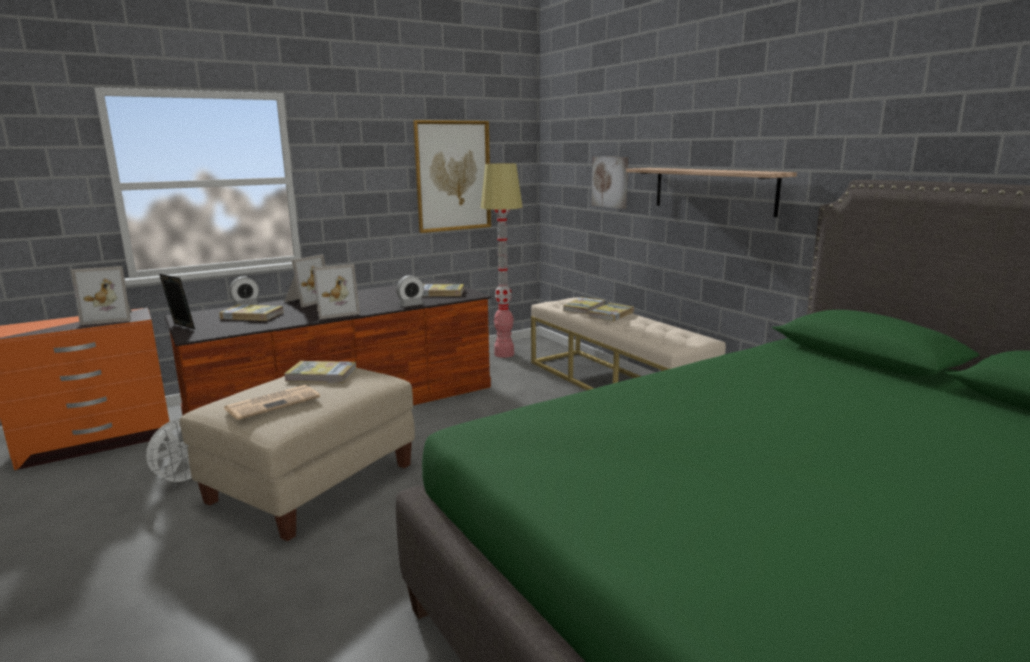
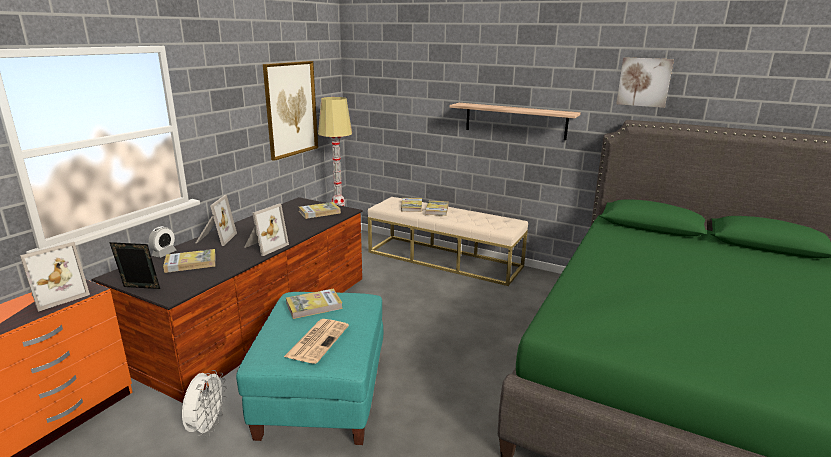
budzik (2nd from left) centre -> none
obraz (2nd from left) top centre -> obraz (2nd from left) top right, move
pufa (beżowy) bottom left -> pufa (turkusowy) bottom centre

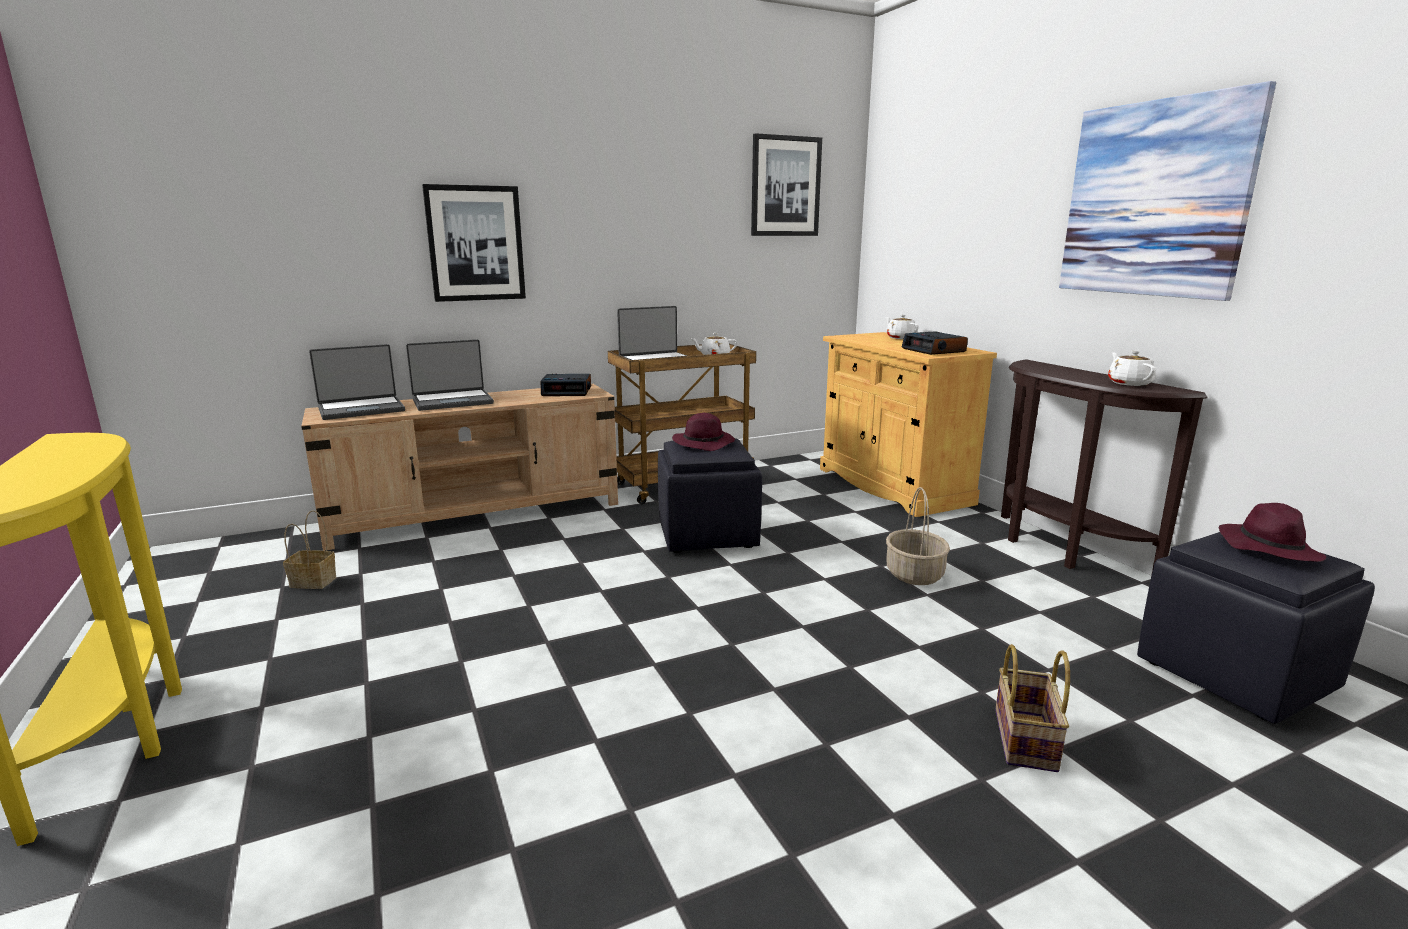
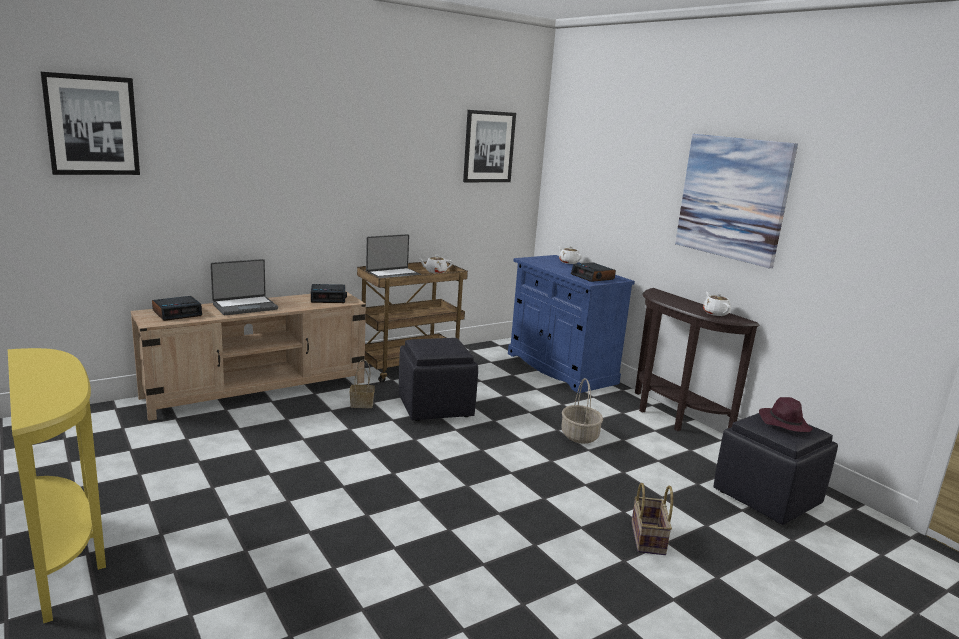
kapelusz (fioletowy) (1st from left) centre -> none
koszyk (1st from left) middle left -> koszyk (1st from left) centre, move
obraz (1st from left) top centre -> obraz (1st from left) top left, move
laptop (1st from left) middle left -> budzik (1st from left) middle left
szafka (beżowy) centre -> szafka (niebieski) centre

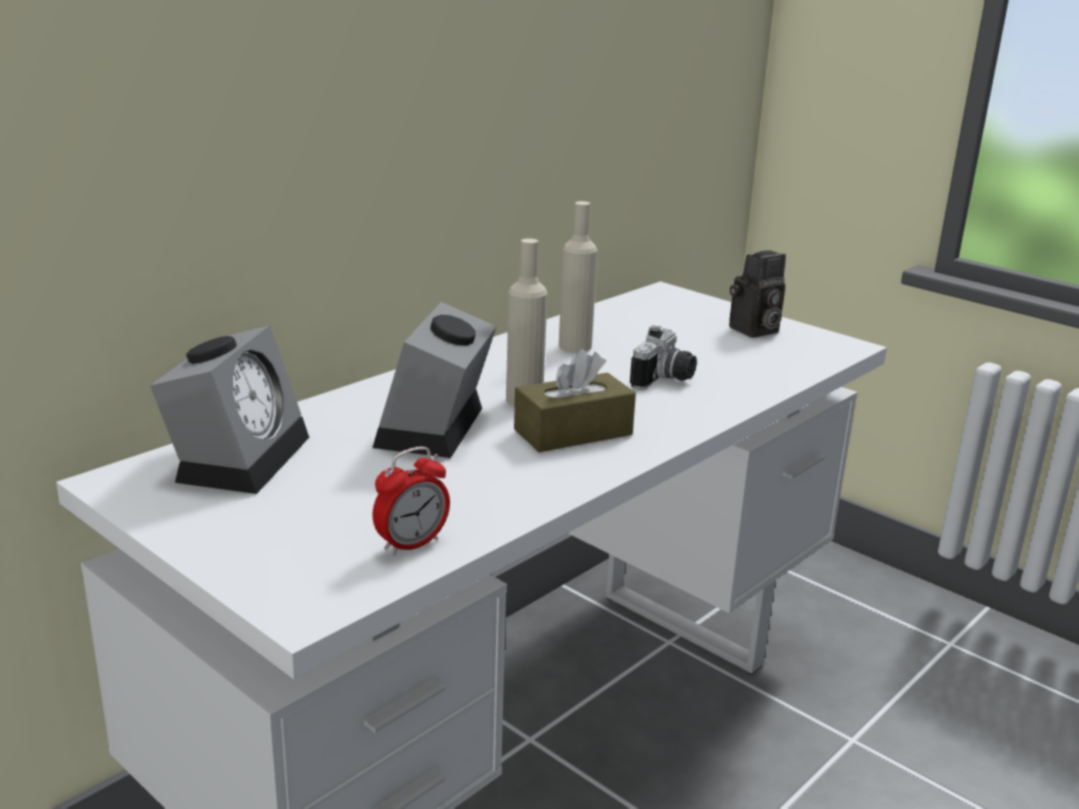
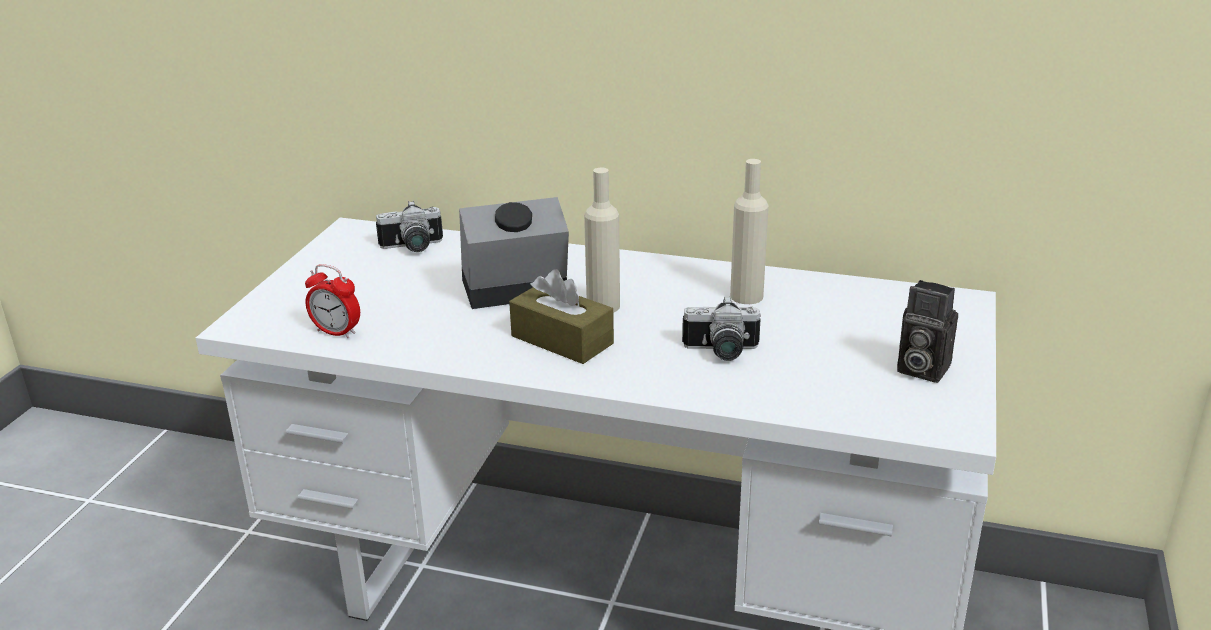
budzik (1st from left) middle left -> aparat fotograficzny (1st from left) centre

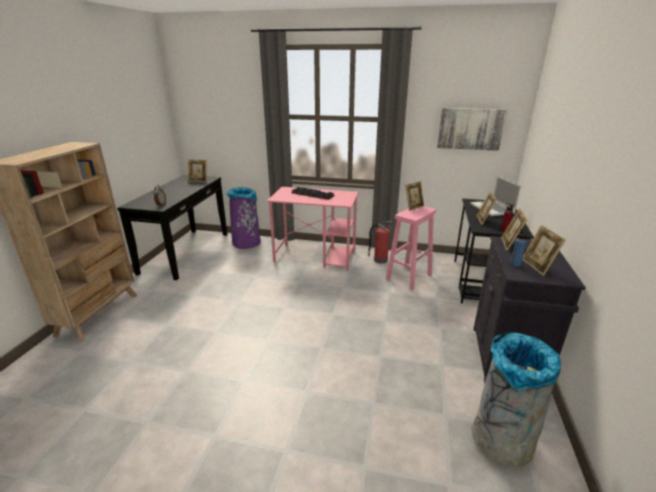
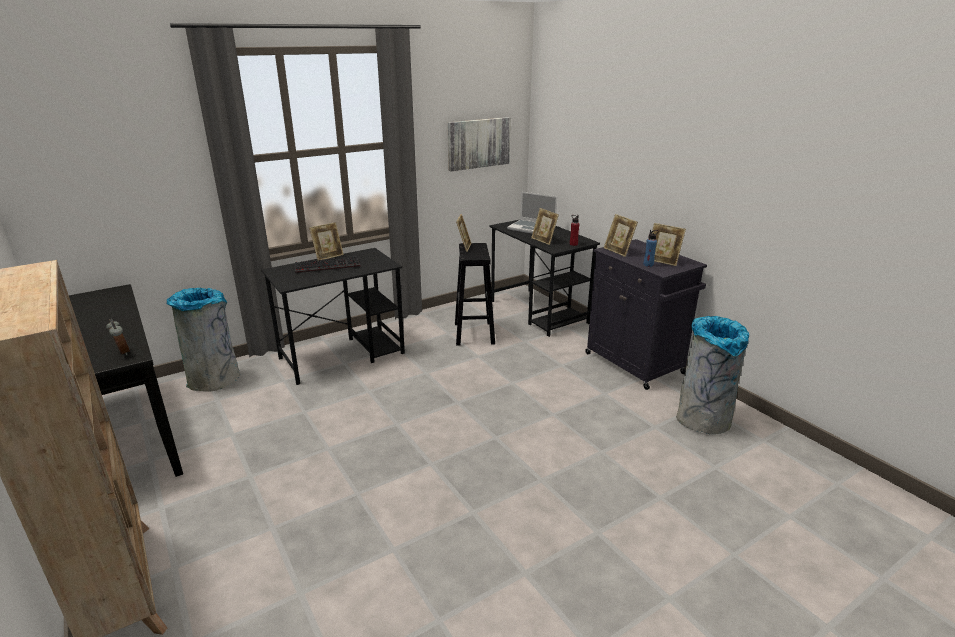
gaśnica centre -> none
ramka na zdjęcie (1st from left) middle left -> ramka na zdjęcie (1st from left) centre, move
kosz na śmieci (fioletowy) centre -> kosz na śmieci (szary) (1st from left) middle left
biurko (różowy) centre -> biurko (czarny) (1st from left) centre
stołek (różowy) centre -> stołek (czarny) centre

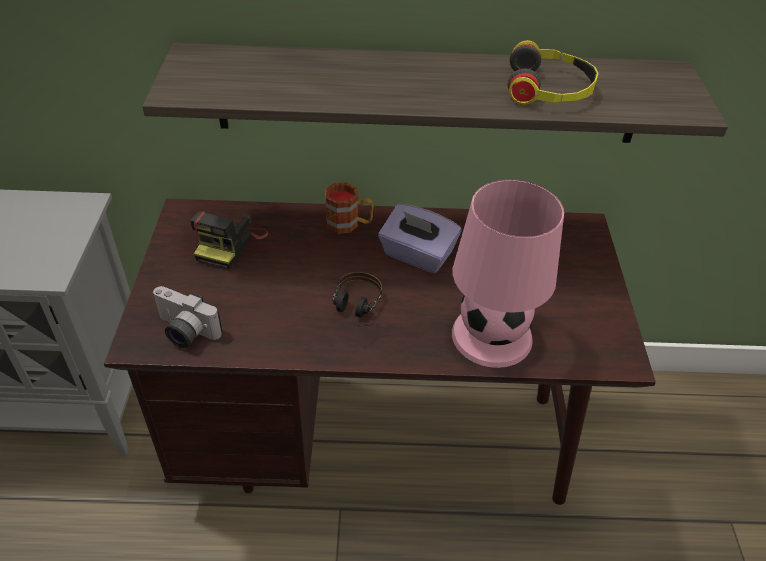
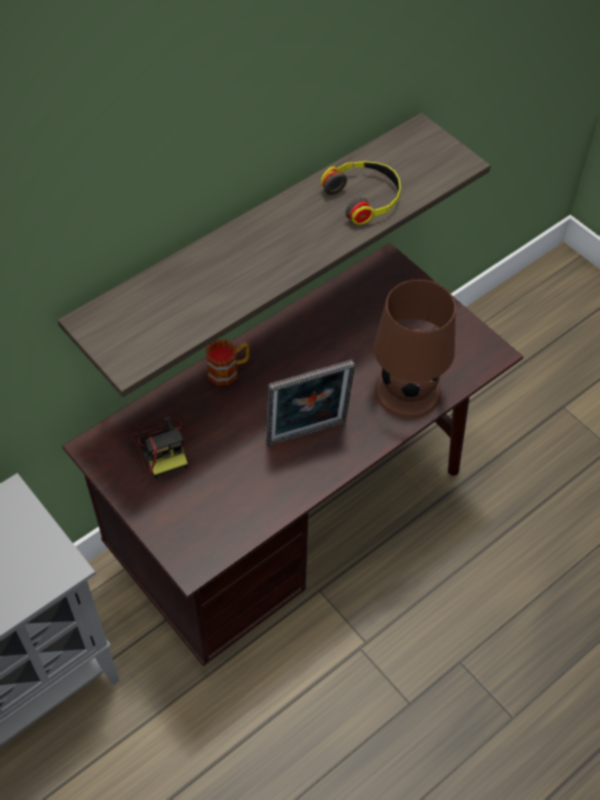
aparat fotograficzny (1st from left) middle left -> none
pudełko chusteczek (fioletowy) centre -> none
słuchawki (1st from left) centre -> ramka na zdjęcie centre
lampa stołowa (różowy) centre -> lampa stołowa (brązowy) middle right

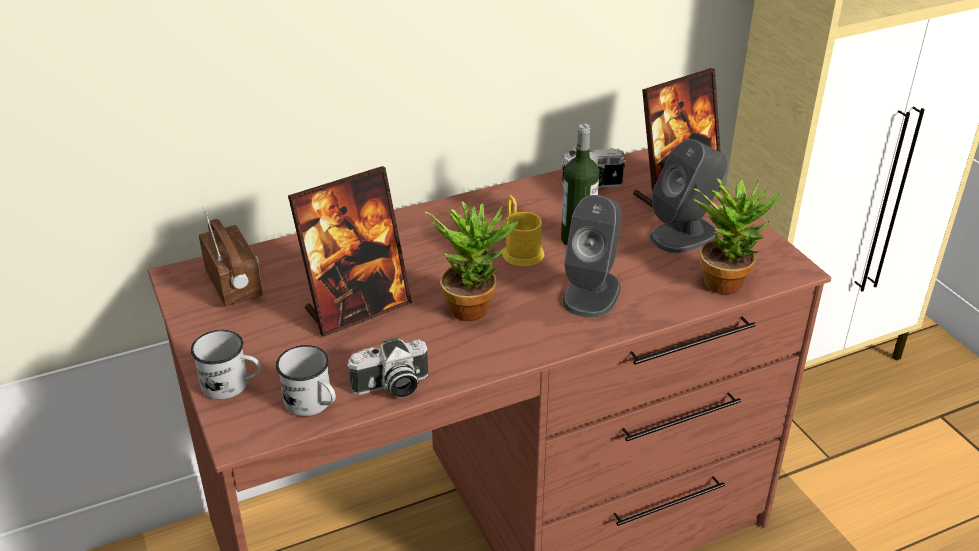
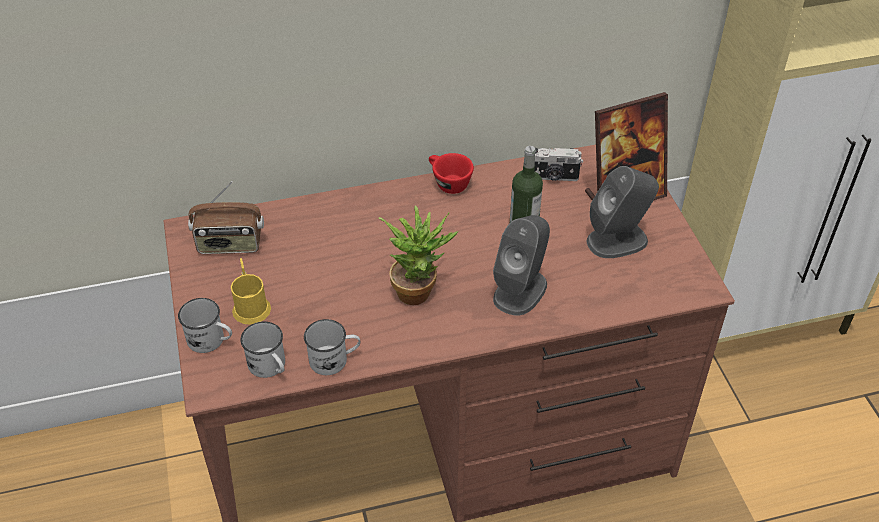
ramka na zdjęcie (1st from left) centre -> none
roślina doniczkowa (2nd from left) middle right -> none
none -> filiżanka (czerwony) top centre
kubek (żółty) centre -> kubek (żółty) middle left, move
aparat fotograficzny (1st from left) centre -> kubek (biały) (3rd from left) centre
radio middle left, 105 degrees clockwise

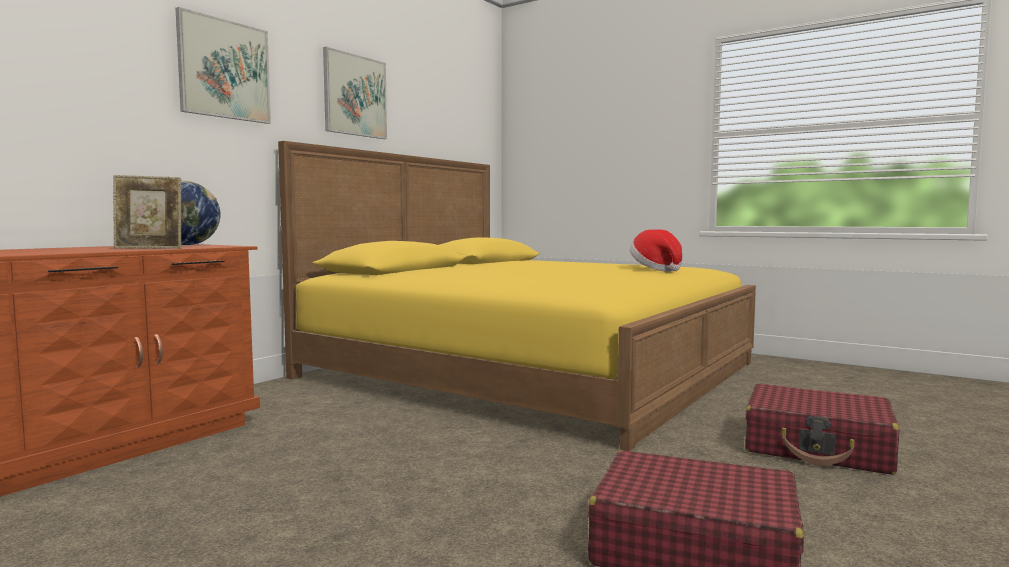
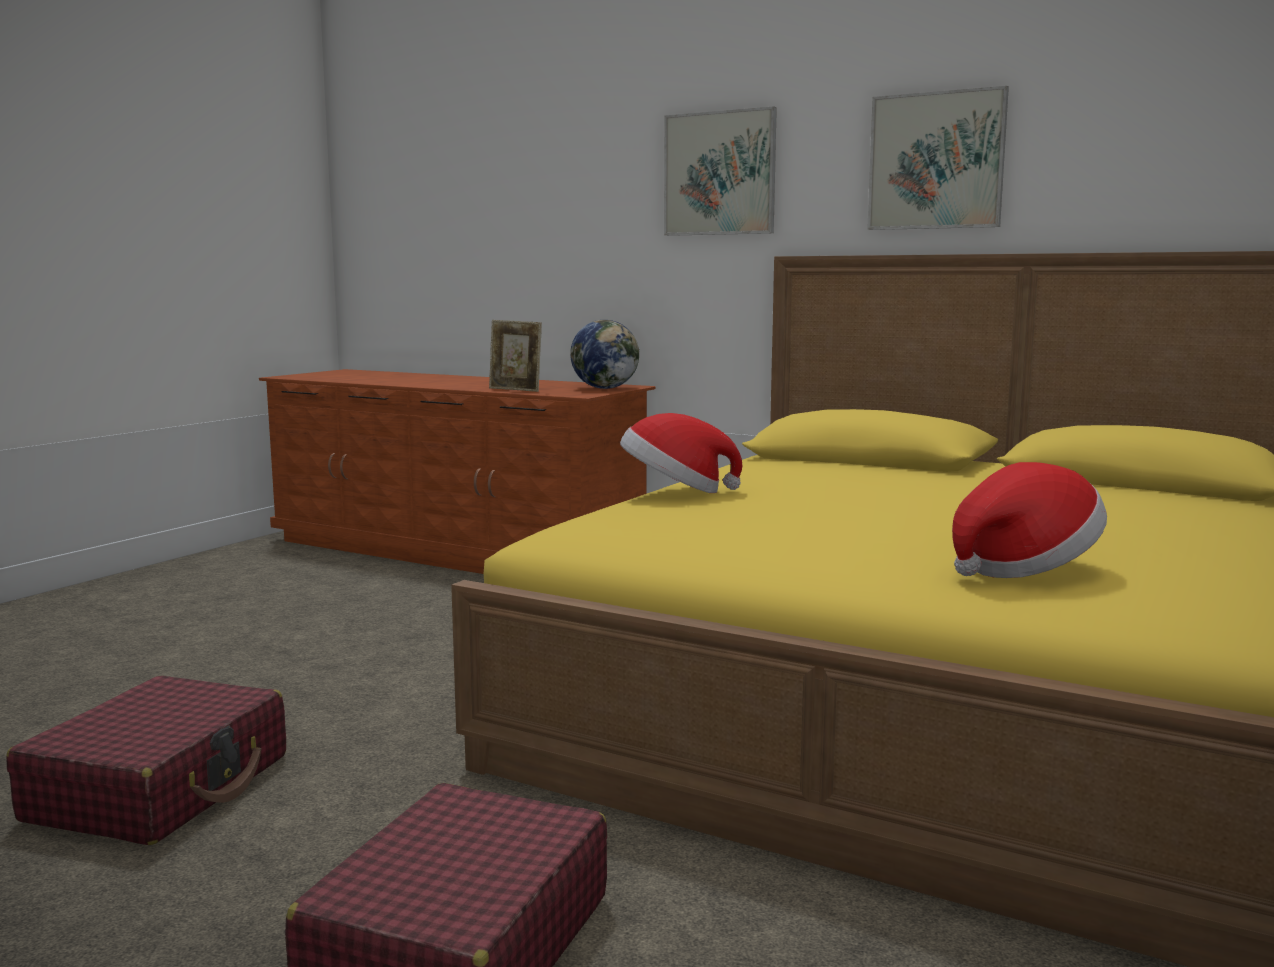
none -> kapelusz (1st from left) centre
ramka na zdjęcie middle left -> ramka na zdjęcie centre, 45 degrees counterclockwise

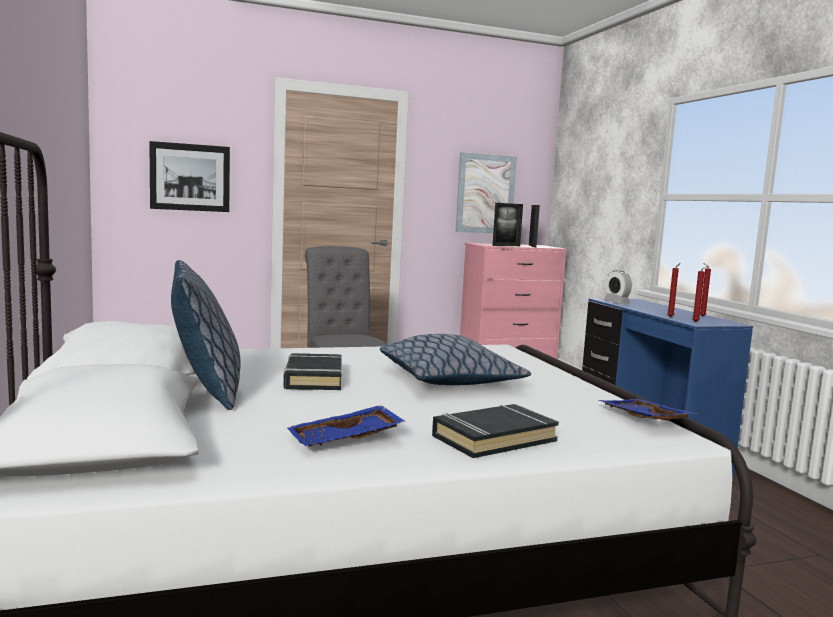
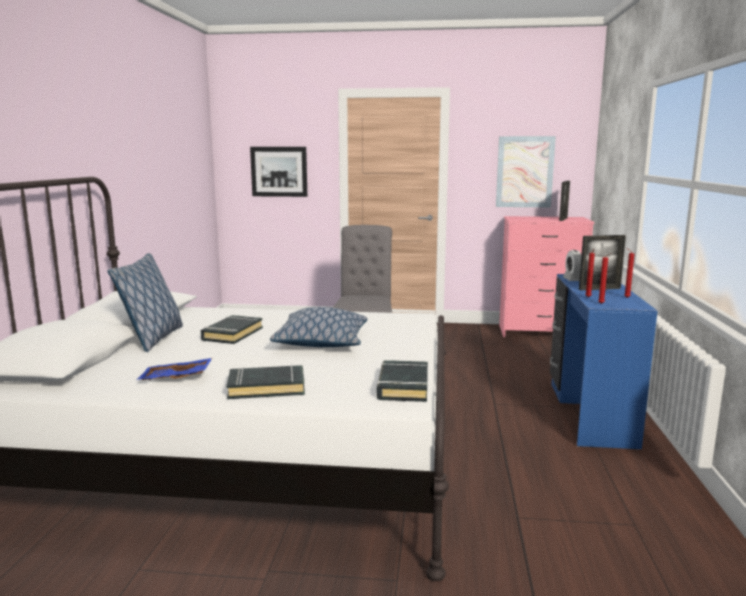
ramka na zdjęcie (1st from left in the first image) centre -> ramka na zdjęcie (2nd from left) middle right, move
taca (niebieski) (2nd from left) middle right -> książka (czarny) (3rd from left) centre

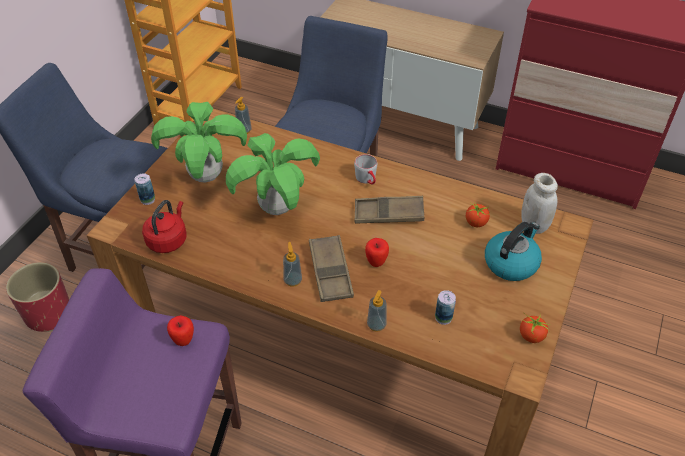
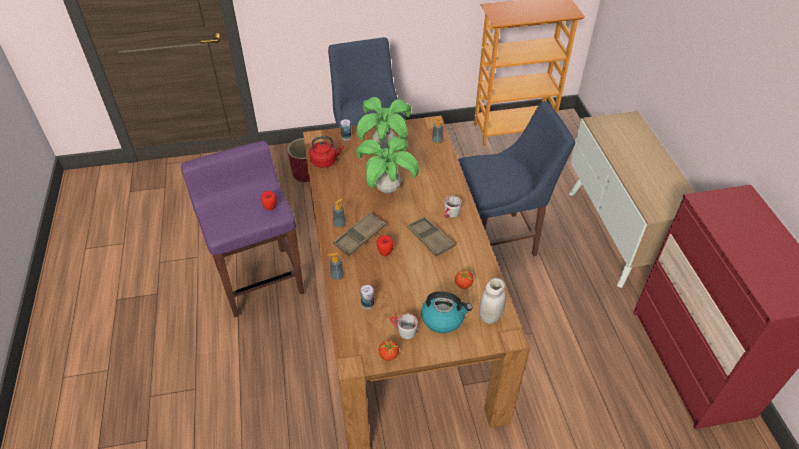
none -> kubek (szary) (1st from left) bottom centre

